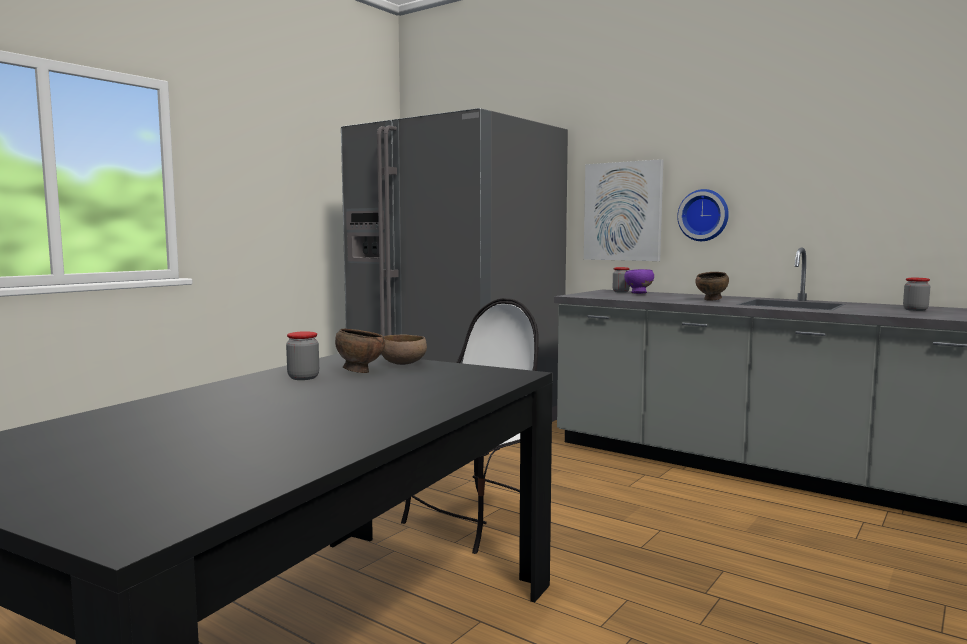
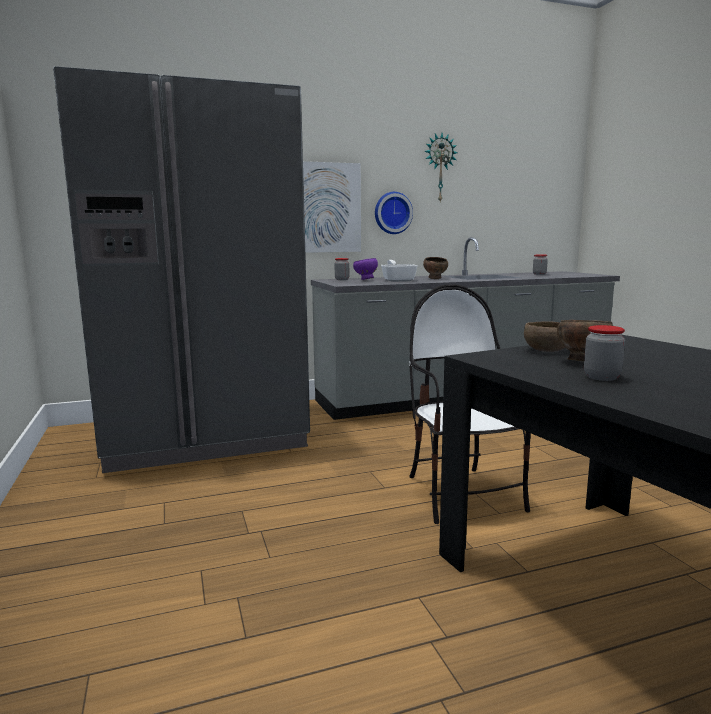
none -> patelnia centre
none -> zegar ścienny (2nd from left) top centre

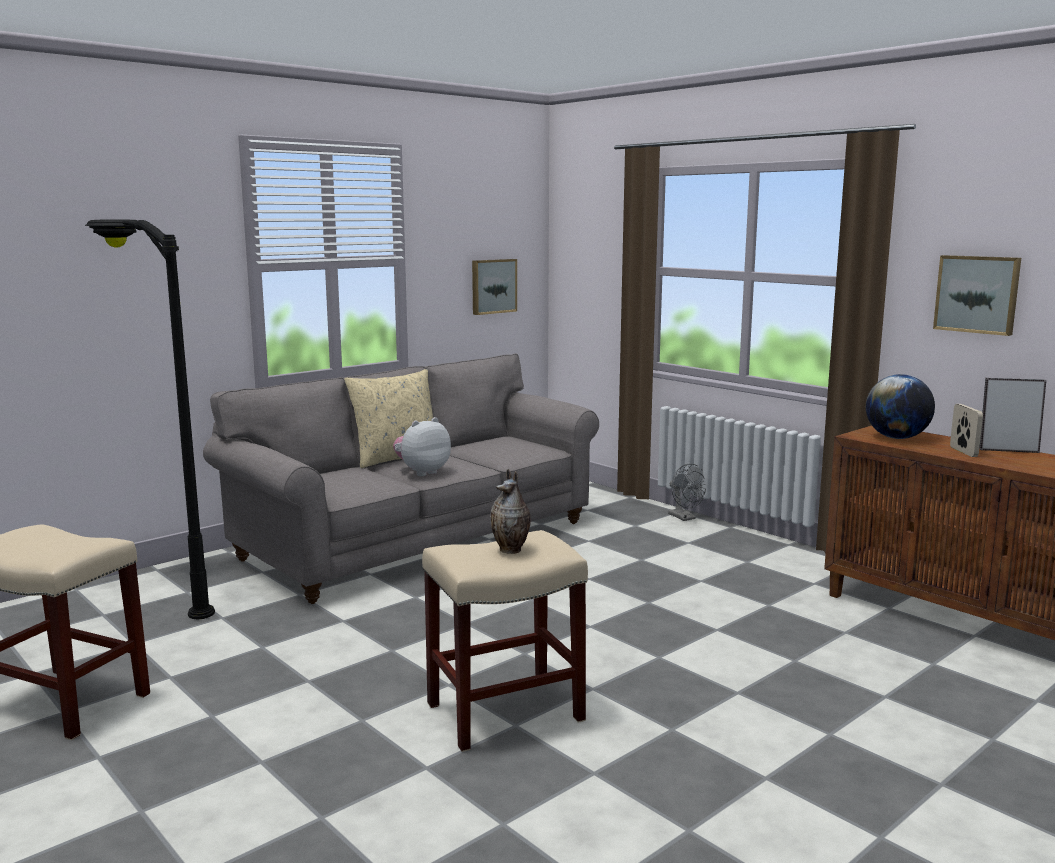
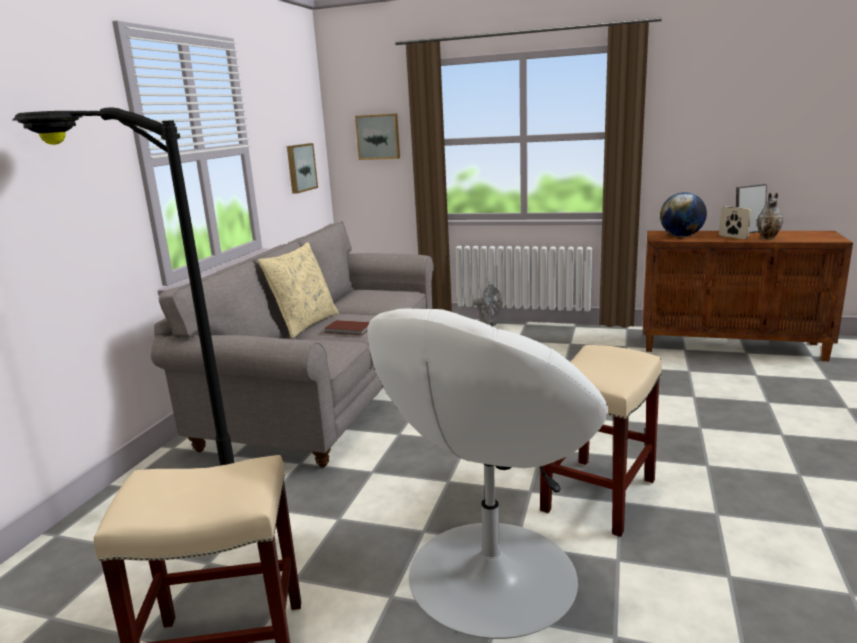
none -> fotel (biały) bottom centre
wazon centre -> wazon middle right, move
obraz (2nd from left) middle right -> obraz (2nd from left) top centre, move
pluszak centre -> książka (brązowy) centre

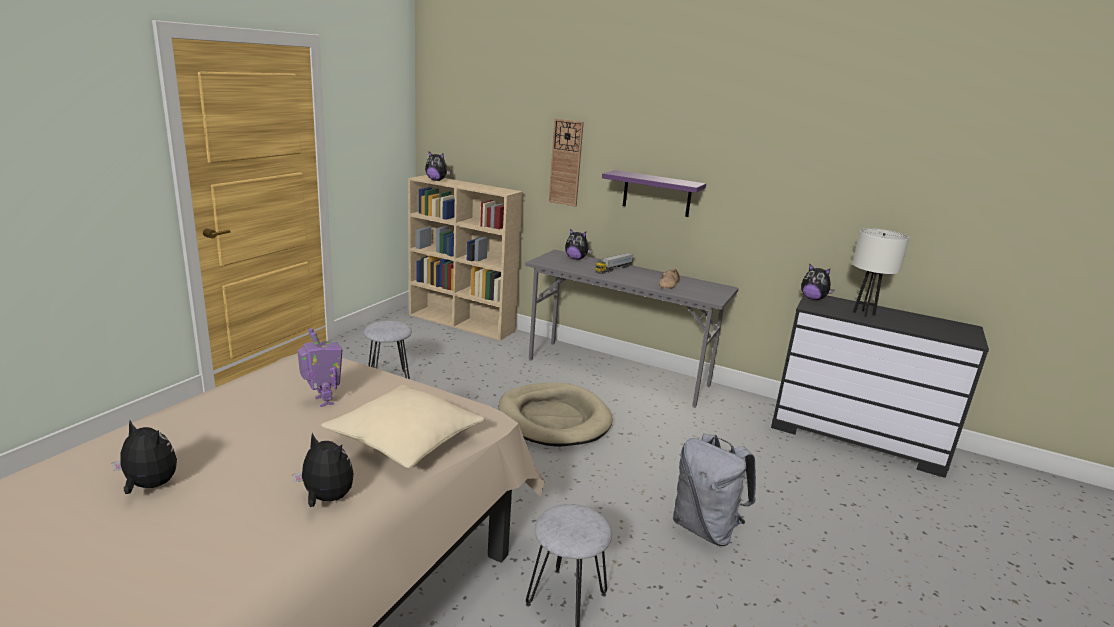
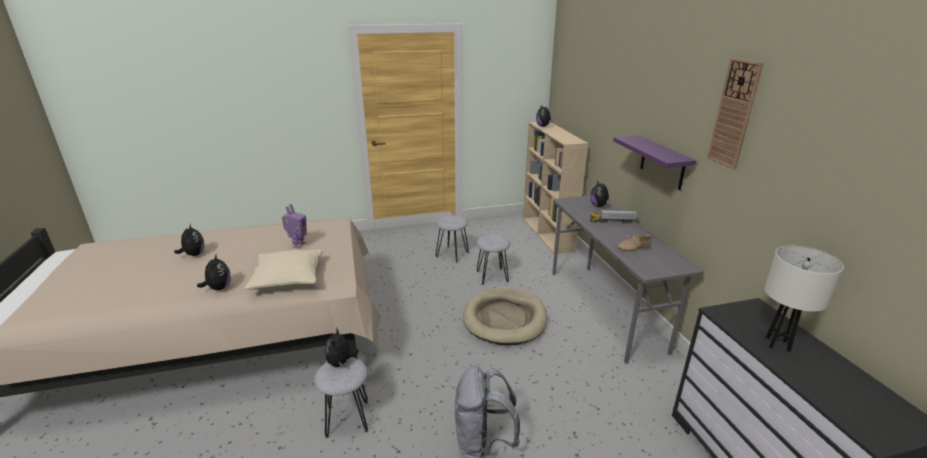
none -> stołek (szary) (3rd from left) centre
zegar ścienny top centre -> zegar ścienny top right, move
pluszak (5th from left in the first image) middle right -> pluszak (3rd from left) bottom centre, move

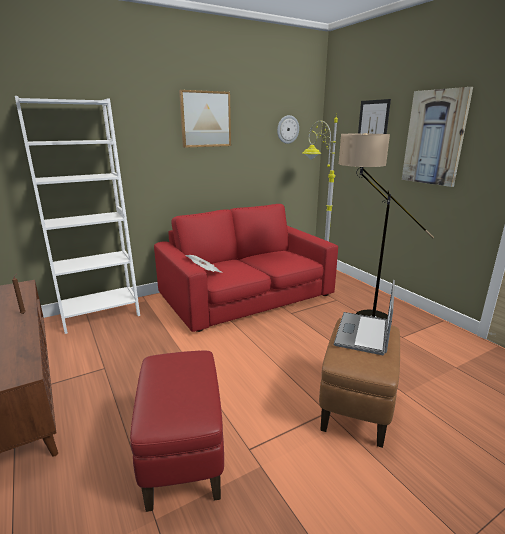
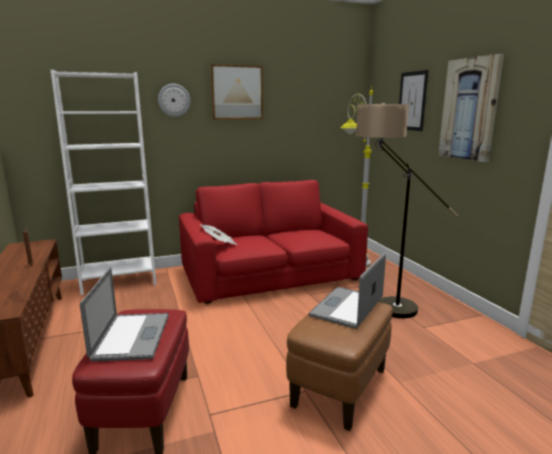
none -> laptop (1st from left) bottom left
zegar ścienny top centre -> zegar ścienny top left, move

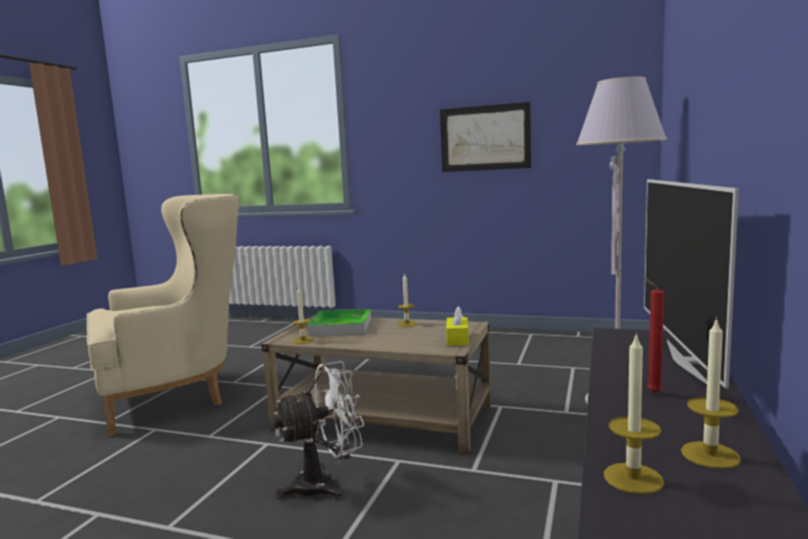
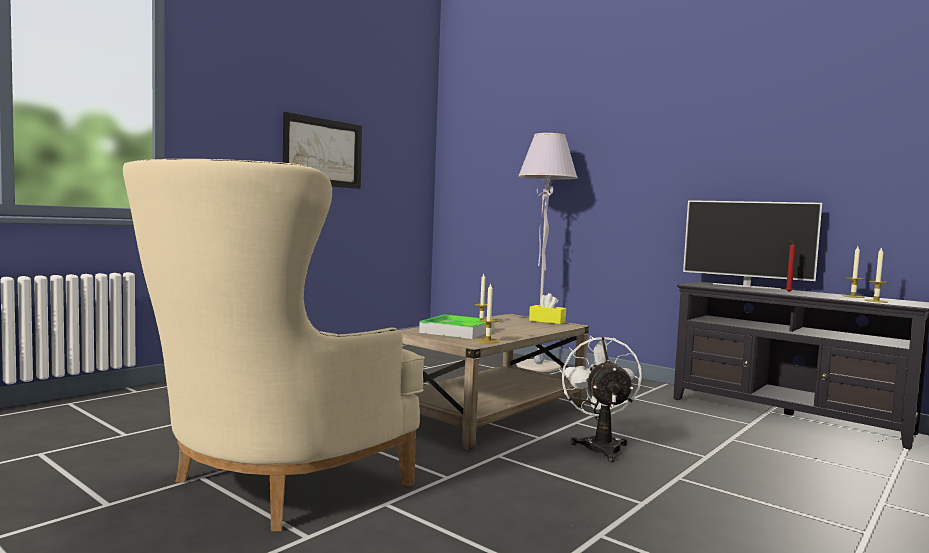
fotel (beżowy) middle left, 135 degrees counterclockwise

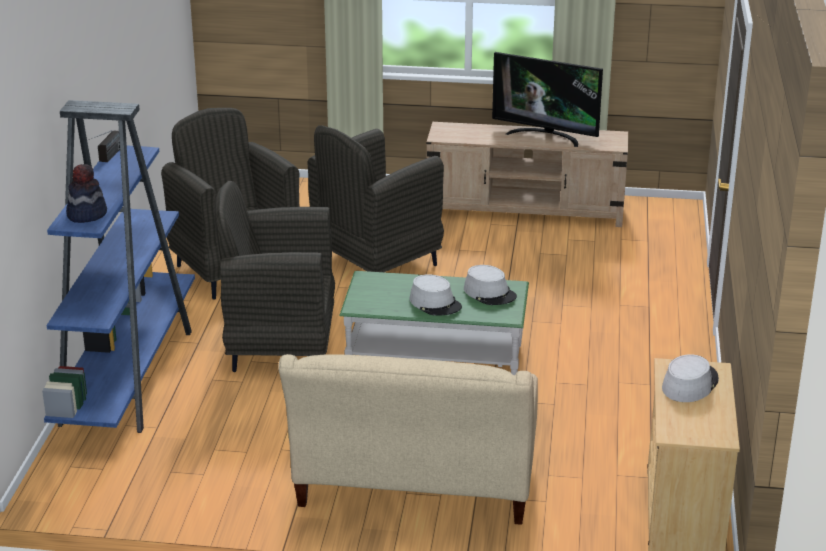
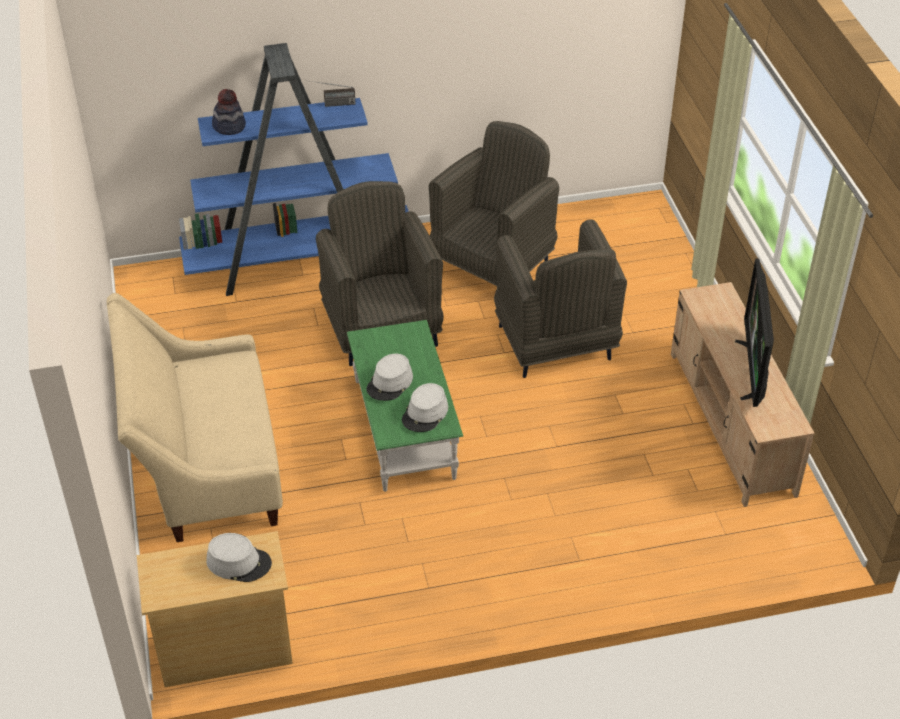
fotel (szary) (3rd from left) centre, 135 degrees counterclockwise

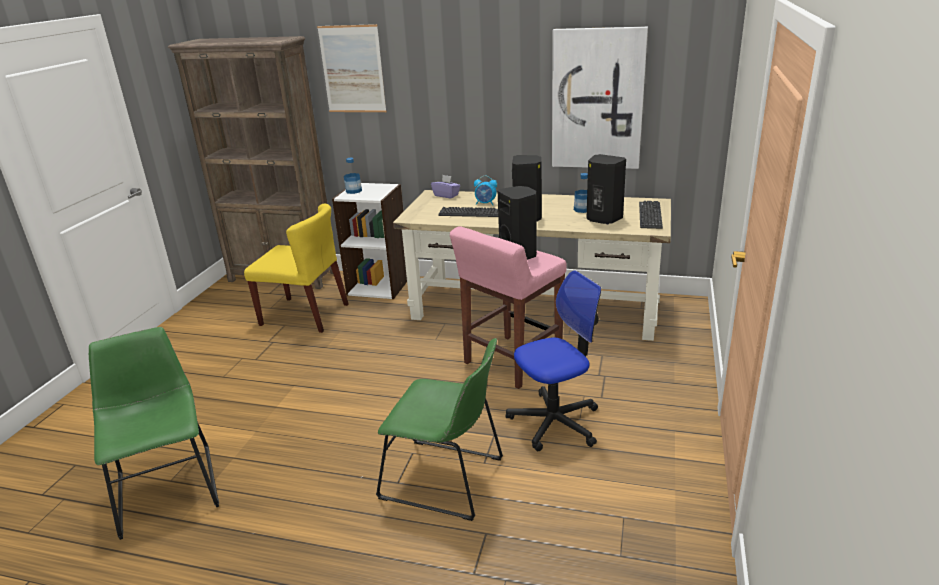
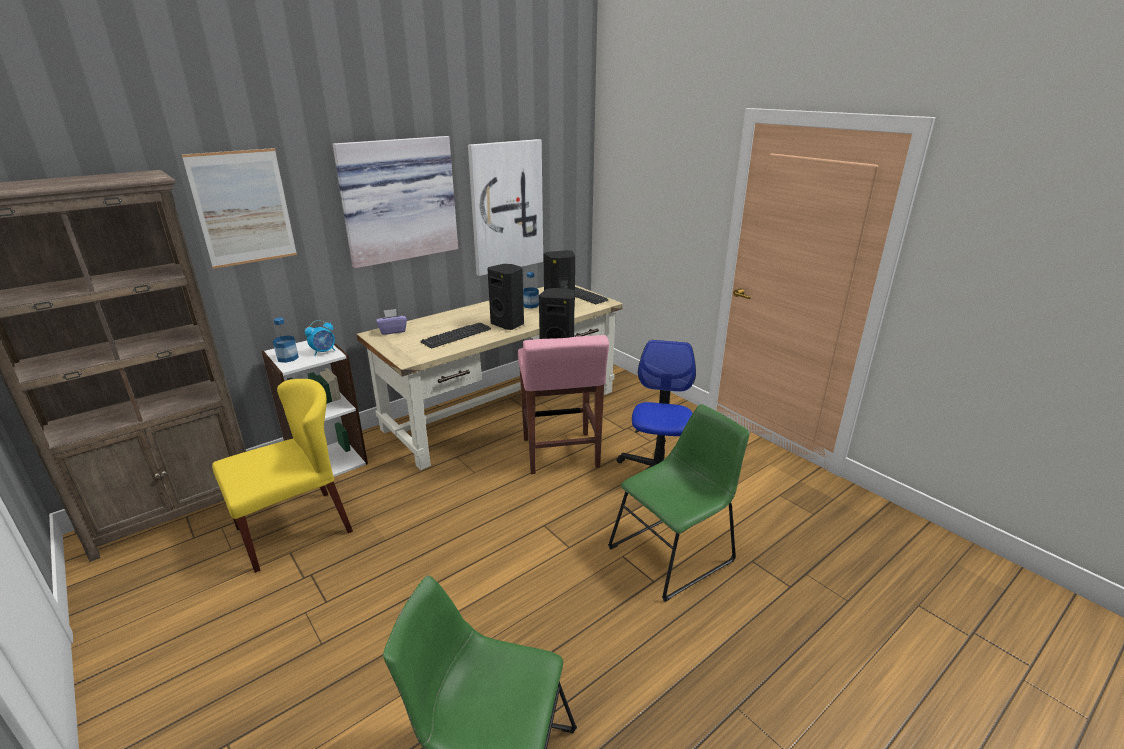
none -> obraz (2nd from left) top centre
budzik top centre -> budzik middle left, move

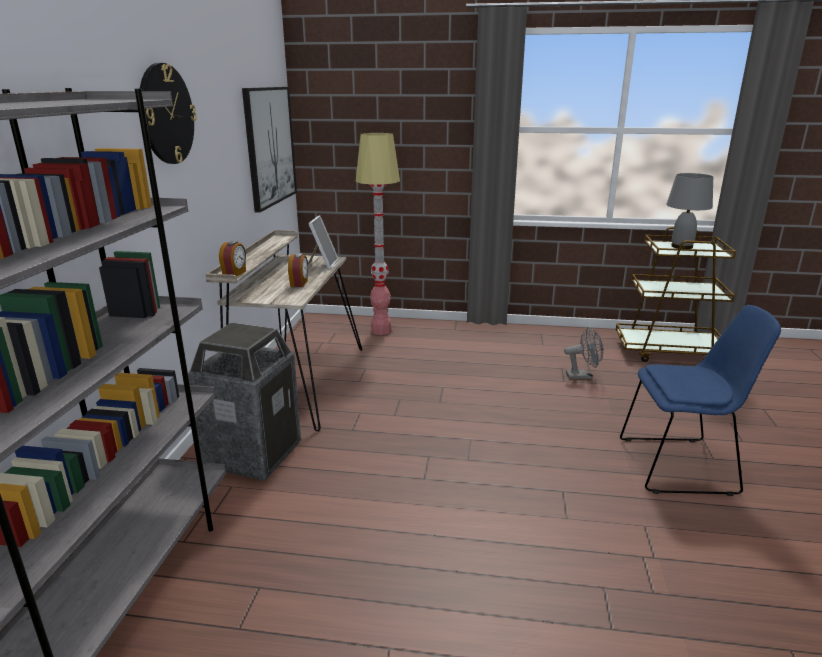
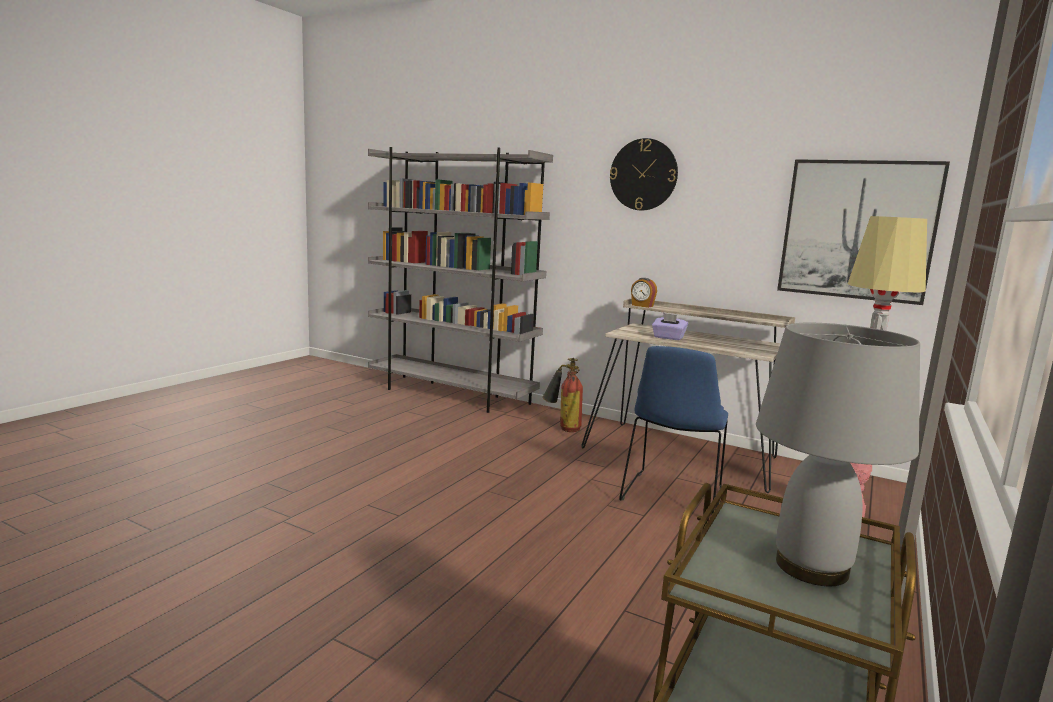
ramka na zdjęcie centre -> none
wentylator (szary) middle right -> none
krzesło (niebieski) middle right -> krzesło (niebieski) centre, move
kosz na śmieci middle left -> gaśnica centre
budzik (2nd from left) centre -> pudełko chusteczek (fioletowy) centre

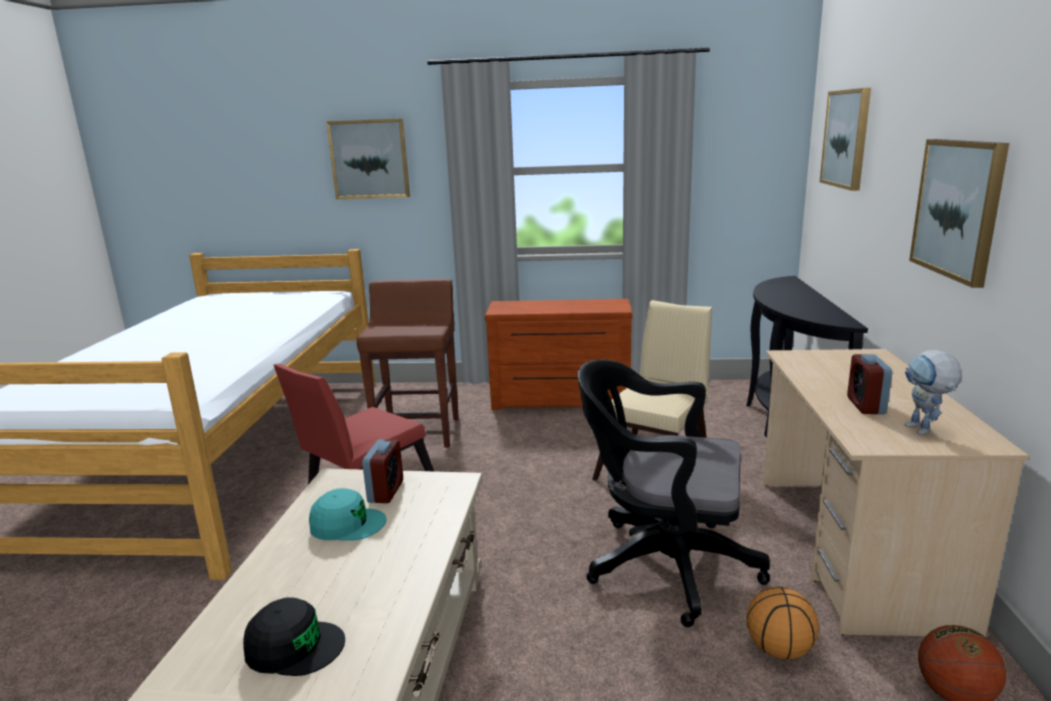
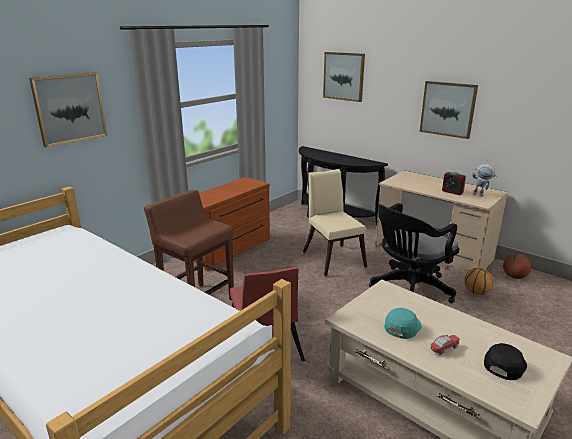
budzik (1st from left) bottom centre -> none
none -> samochodzik bottom right

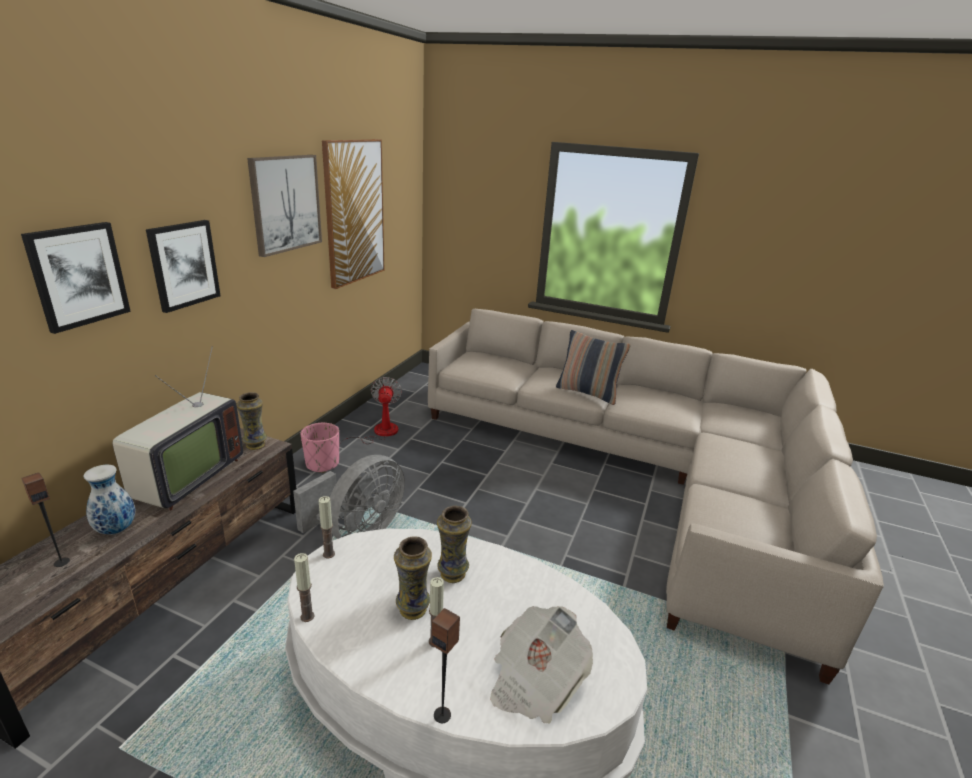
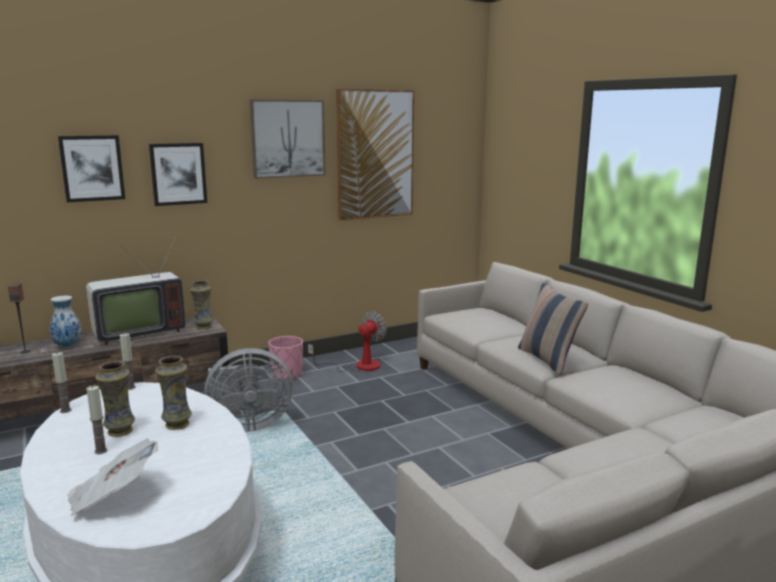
głośnik (2nd from left) bottom centre -> none

